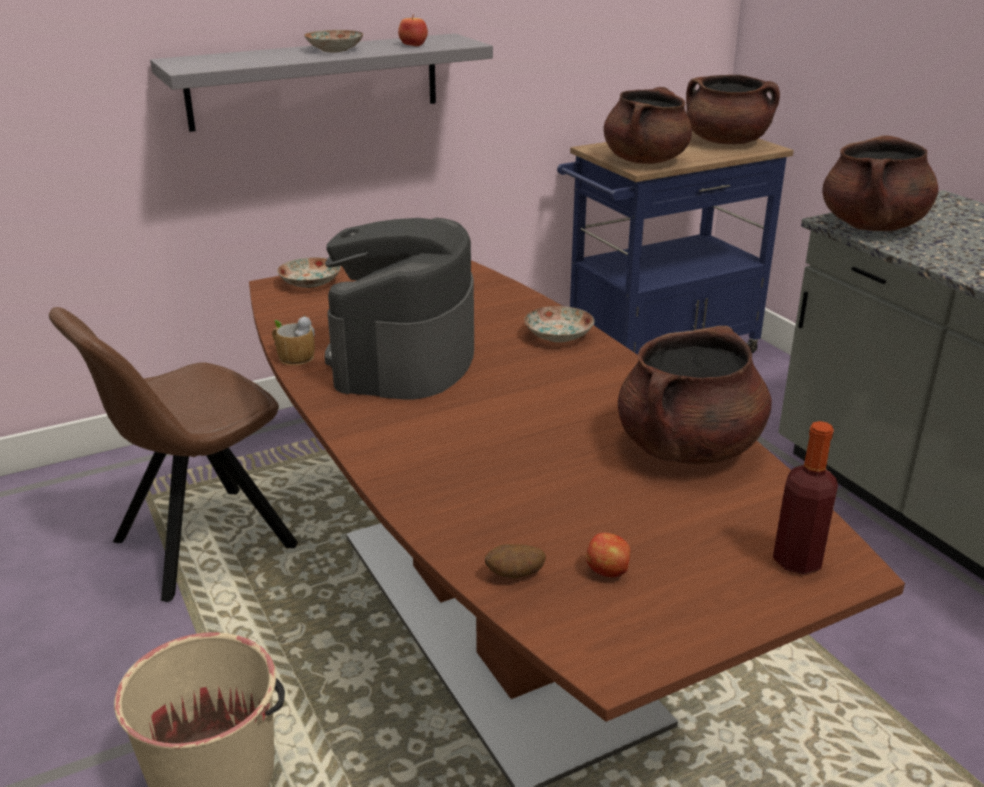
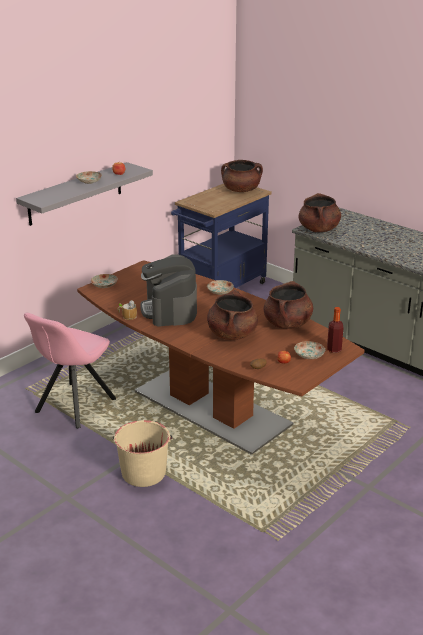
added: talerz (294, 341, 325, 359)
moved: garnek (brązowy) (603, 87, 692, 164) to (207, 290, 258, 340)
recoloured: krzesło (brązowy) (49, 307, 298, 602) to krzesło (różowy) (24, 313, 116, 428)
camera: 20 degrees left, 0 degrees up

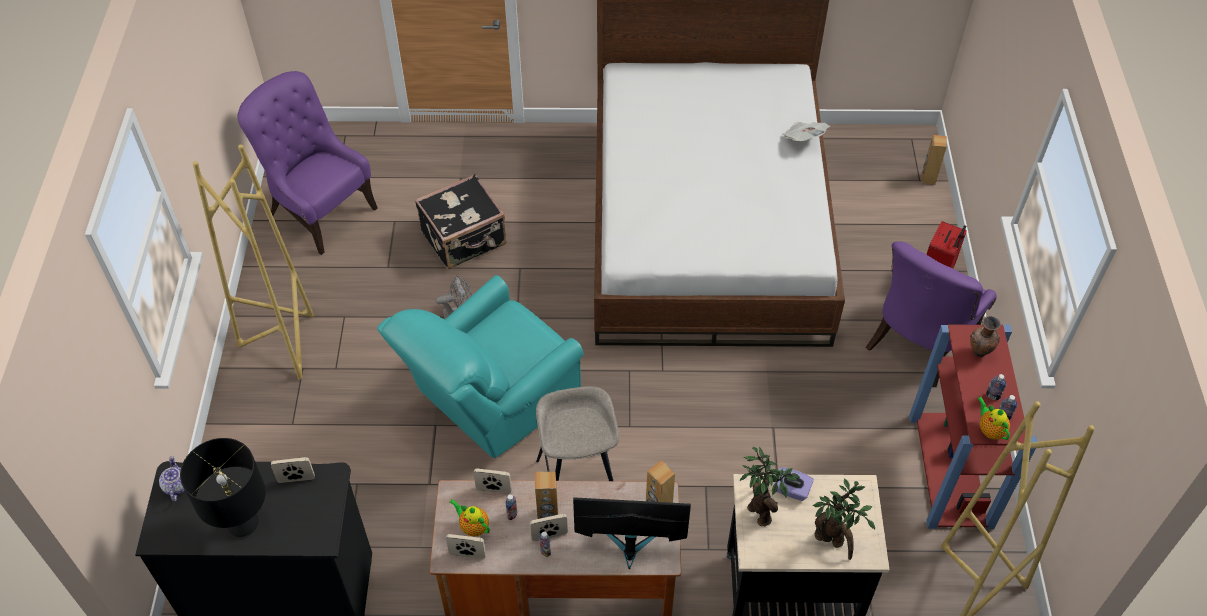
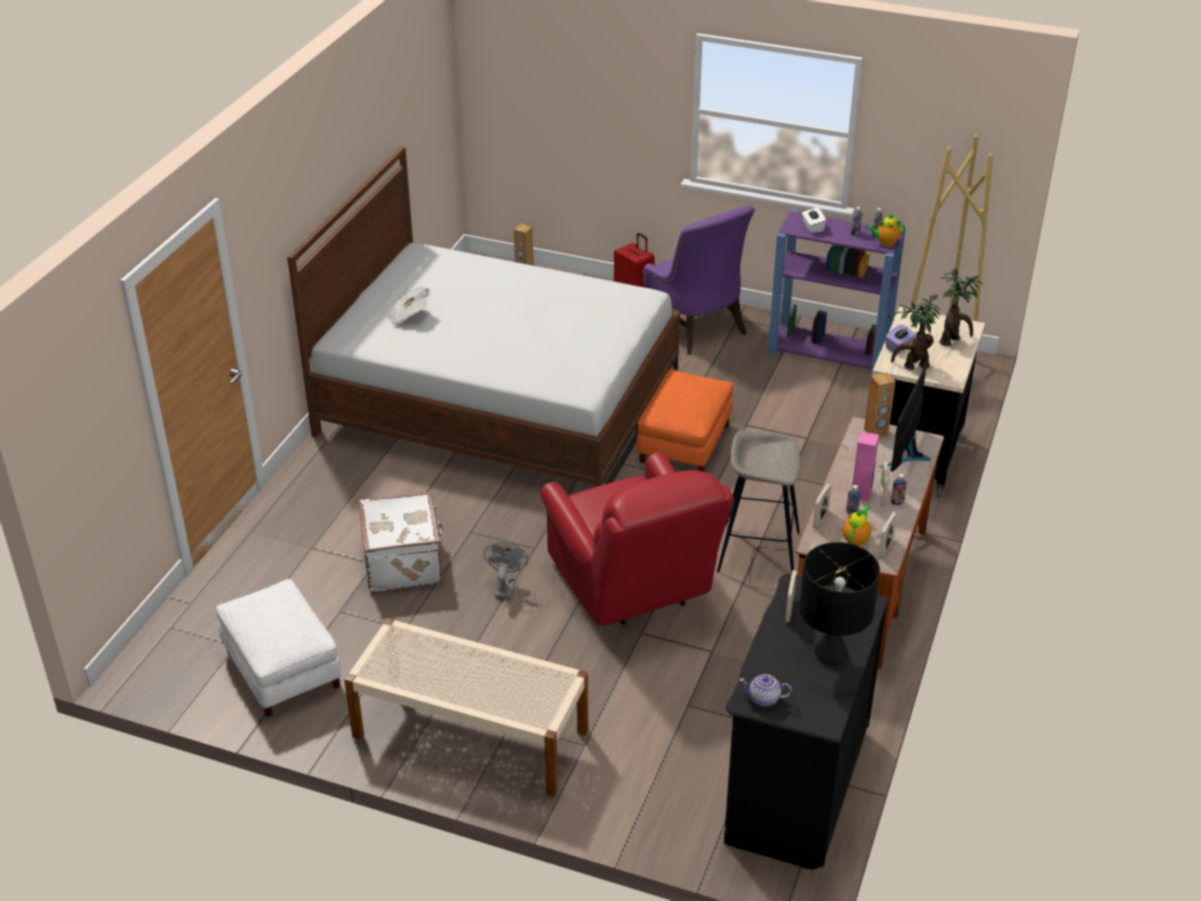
added: pufa (pomarańczowy) (636, 370, 733, 472)
moved: gazeta (782, 122, 830, 141) to (384, 286, 431, 324)
replaced: krzesło (fioletowy) (238, 71, 378, 255) to pufa (biały) (216, 579, 341, 717); wieszak (żółty) (193, 145, 314, 380) to ławka (beżowy) (344, 618, 589, 797); wazon (brązowy) (970, 316, 1001, 357) to pudełko chusteczek (biały) (802, 207, 826, 233)
recoloured: walizka (czarny) (415, 174, 507, 269) to walizka (biały) (359, 492, 444, 592); fotel (turkusowy) (377, 275, 584, 458) to fotel (czerwony) (540, 452, 734, 626); regał (czerwony) (909, 325, 1037, 529) to regał (fioletowy) (768, 208, 905, 375); głośnik (brązowy) (535, 471, 558, 519) to głośnik (różowy) (852, 432, 879, 501)
turned: imbryk (450, 499, 490, 536) = (842, 506, 871, 546) 150 degrees clockwise
camera: 70 degrees left, 15 degrees down

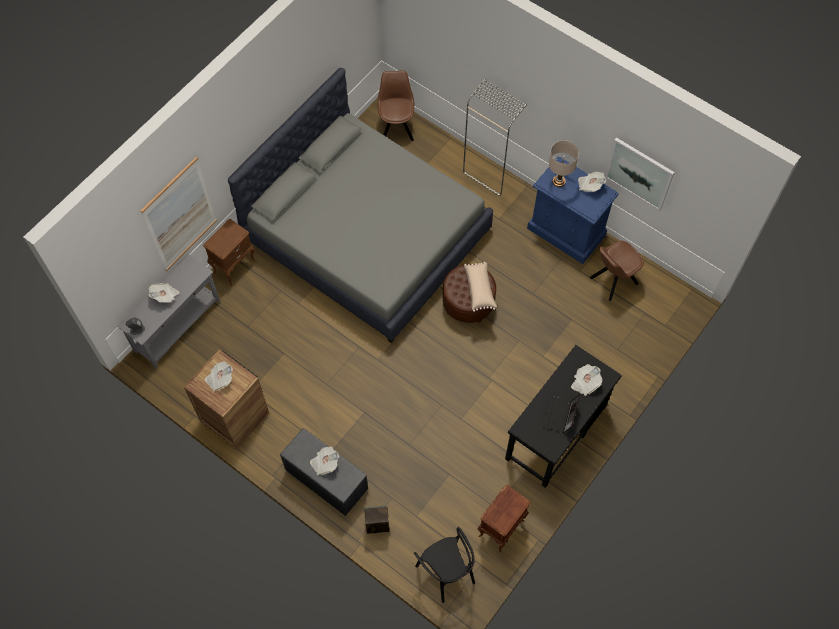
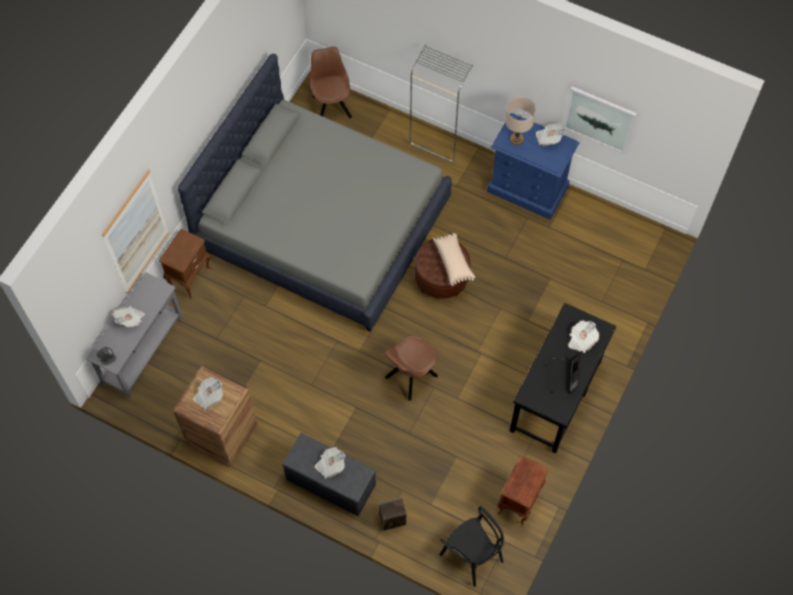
moved: krzesło (brązowy) (590, 241, 644, 301) to (385, 335, 438, 400)
camera: 10 degrees left, 0 degrees up

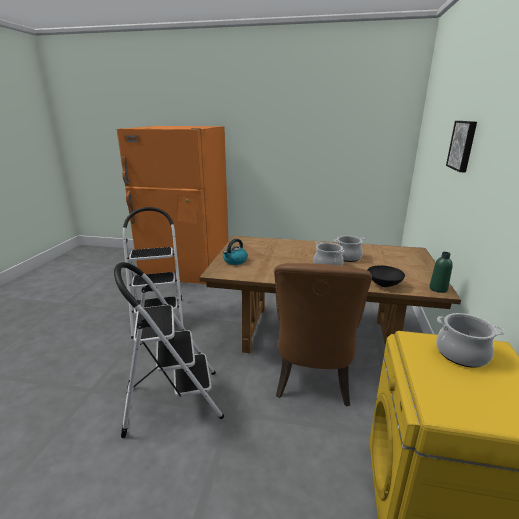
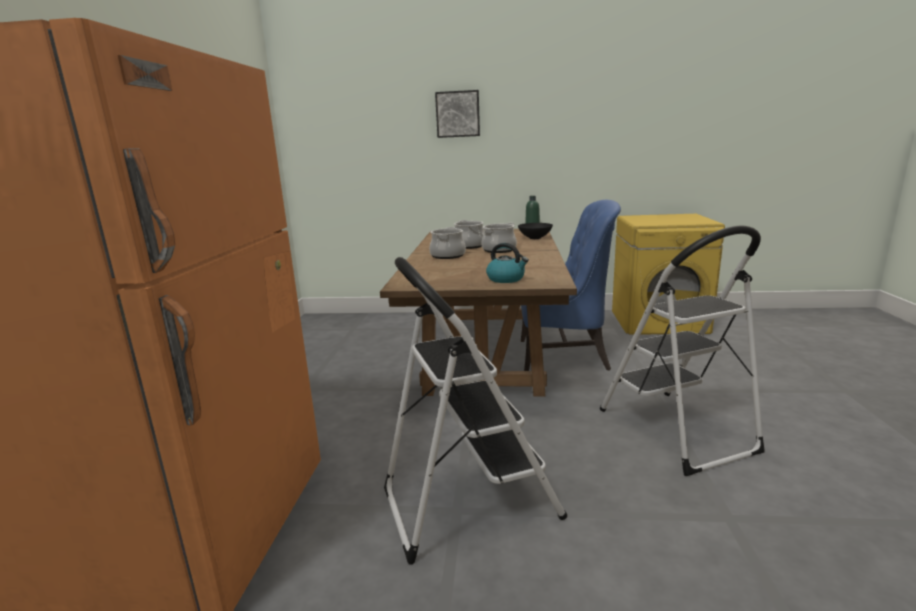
moved: garnek (436, 313, 505, 368) to (429, 227, 466, 259)
recoloured: krzesło (brązowy) (274, 263, 372, 407) to krzesło (niebieski) (521, 200, 621, 371)
camera: 95 degrees left, 5 degrees down

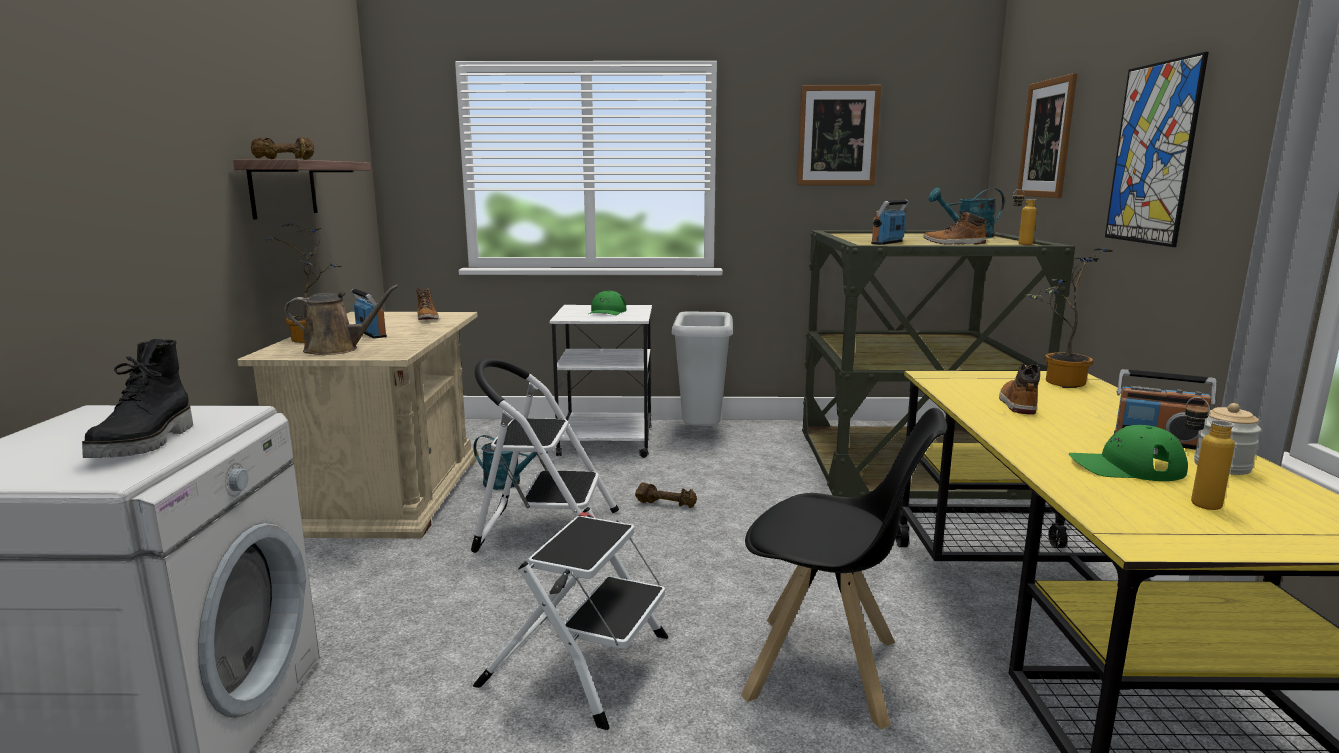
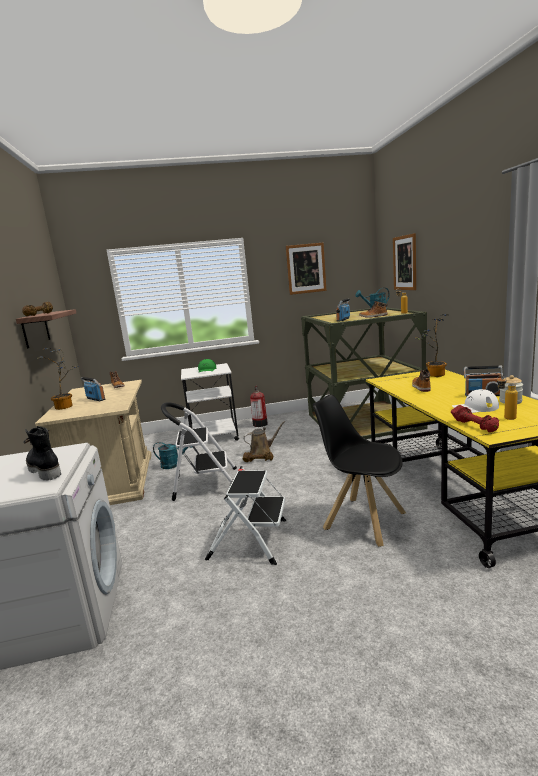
removed: obraz (1105, 52, 1209, 247)
added: hantel (czerwony) (451, 405, 499, 433)
moved: konewka (brązowy) (284, 285, 399, 355) to (243, 421, 285, 455)
replaced: kosz na śmieci (szary) (672, 312, 733, 426) to gaśnica (250, 386, 268, 427)
recoloured: czapka z daszkiem (zielony) (1069, 425, 1188, 481) to czapka z daszkiem (biały) (452, 389, 499, 413)
turned: but z cholewką (czarny) (82, 339, 193, 458) = (23, 426, 61, 481) 150 degrees clockwise; krzesło (czarny) (741, 408, 947, 729) = (313, 395, 406, 547) 150 degrees counterclockwise
camera: 10 degrees left, 0 degrees up

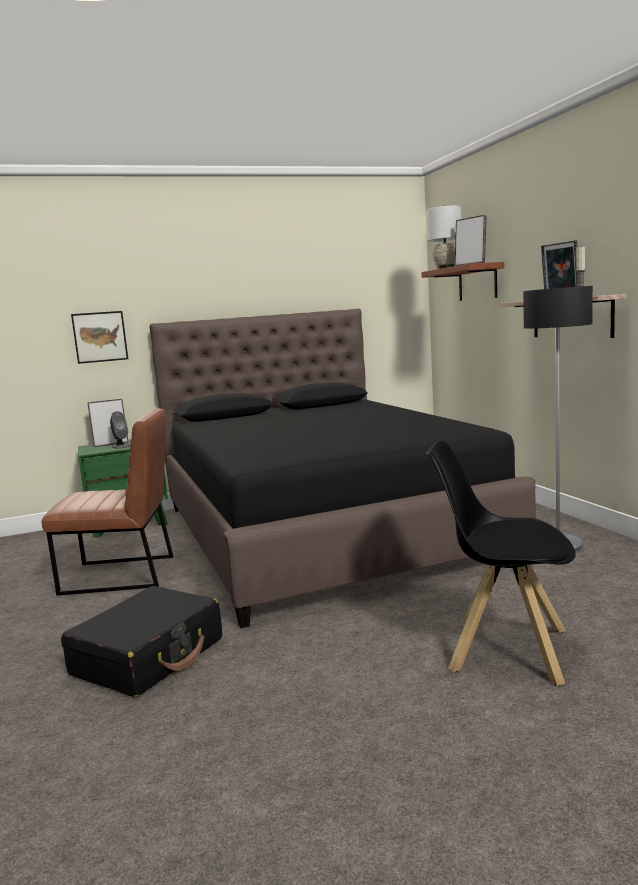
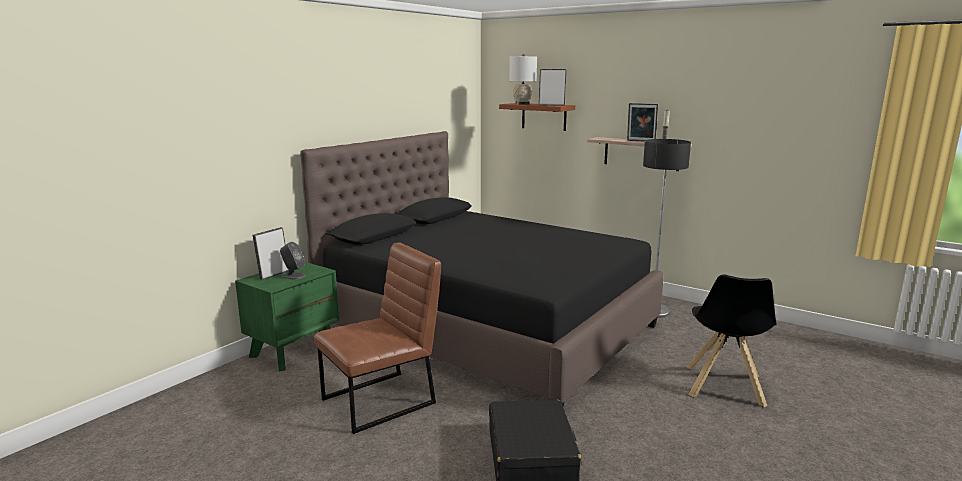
removed: obraz (71, 311, 128, 364)
turned: krzesło (czarny) (426, 441, 576, 686) = (687, 274, 777, 407) 60 degrees counterclockwise
camera: 35 degrees left, 5 degrees up

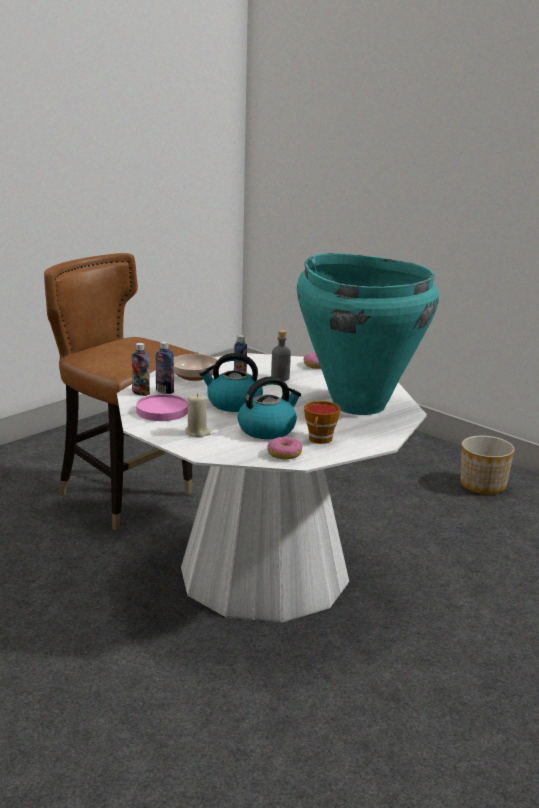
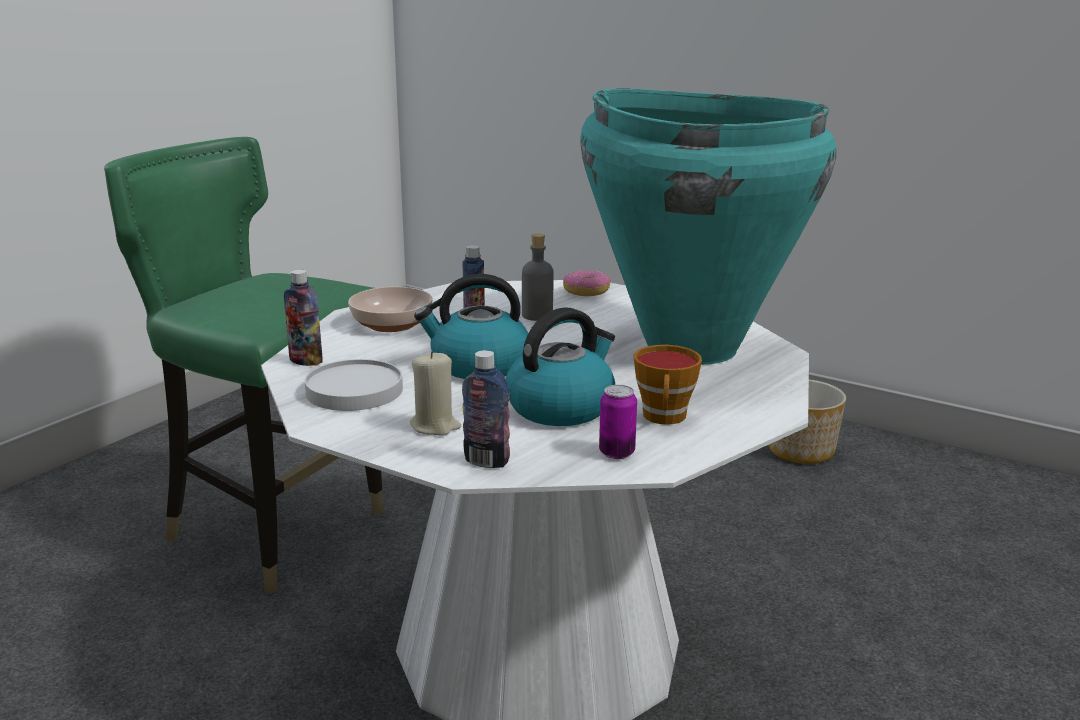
moved: butelka (156, 341, 174, 394) to (462, 350, 510, 468)
replaced: donut (268, 437, 302, 459) to puszka (599, 385, 637, 459)
recoloured: krzesło (brązowy) (44, 253, 198, 530) to krzesło (zielony) (104, 137, 384, 594); talerz (różowy) (136, 394, 188, 421) to talerz (biały) (305, 359, 403, 411)
camera: 10 degrees left, 0 degrees up

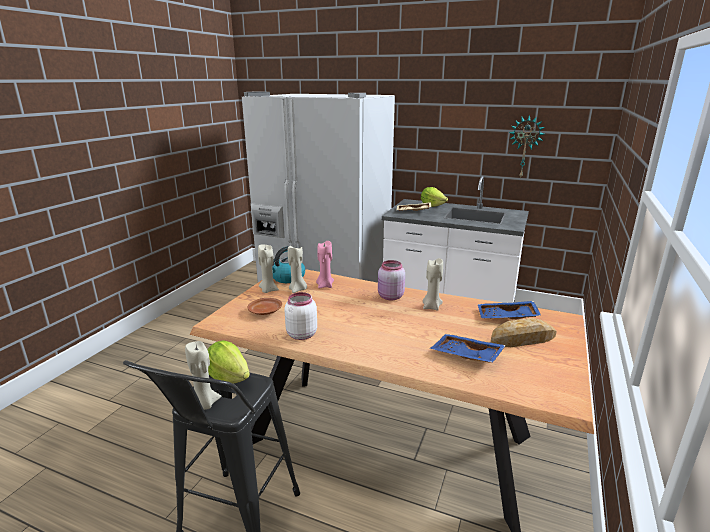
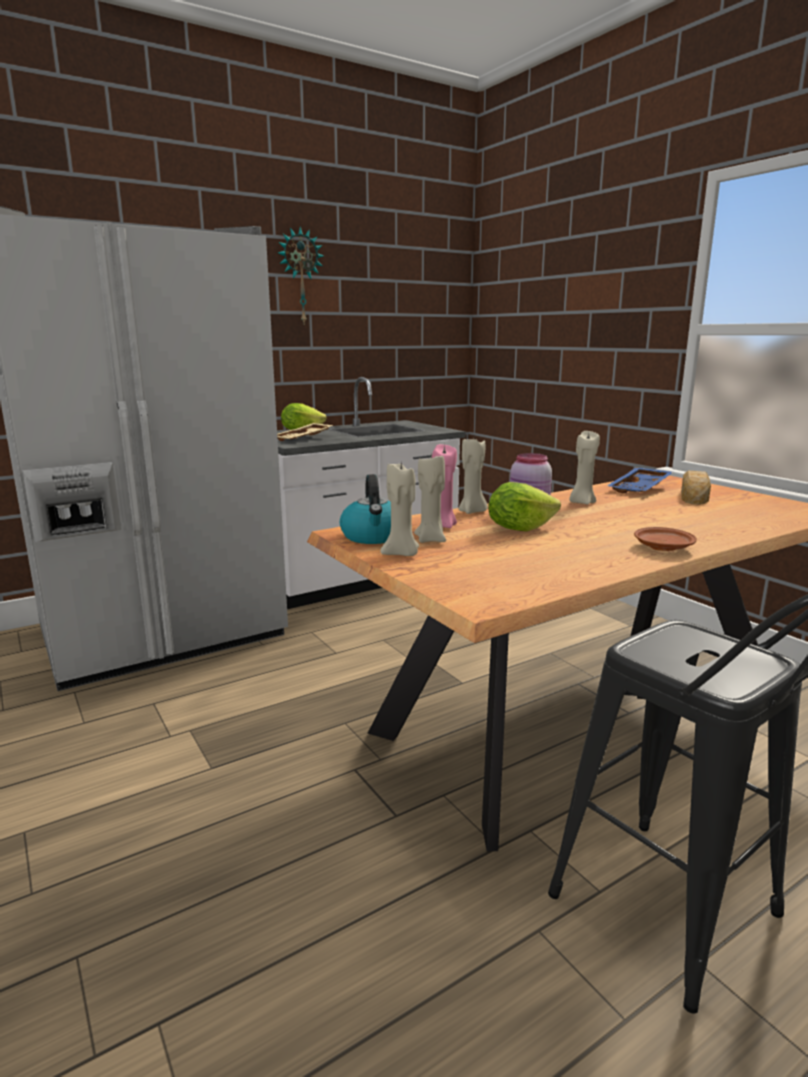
removed: słoik (biały) (284, 292, 317, 340); taca (niebieski) (430, 334, 506, 363)
moved: zegar ścienny (509, 115, 545, 177) to (278, 226, 323, 323); świeca (beżowy) (185, 341, 221, 410) to (458, 439, 488, 514); sałata (207, 340, 250, 384) to (488, 482, 561, 532); talerz (brązowy) (247, 298, 282, 315) to (634, 527, 697, 551)
camera: 55 degrees left, 5 degrees down

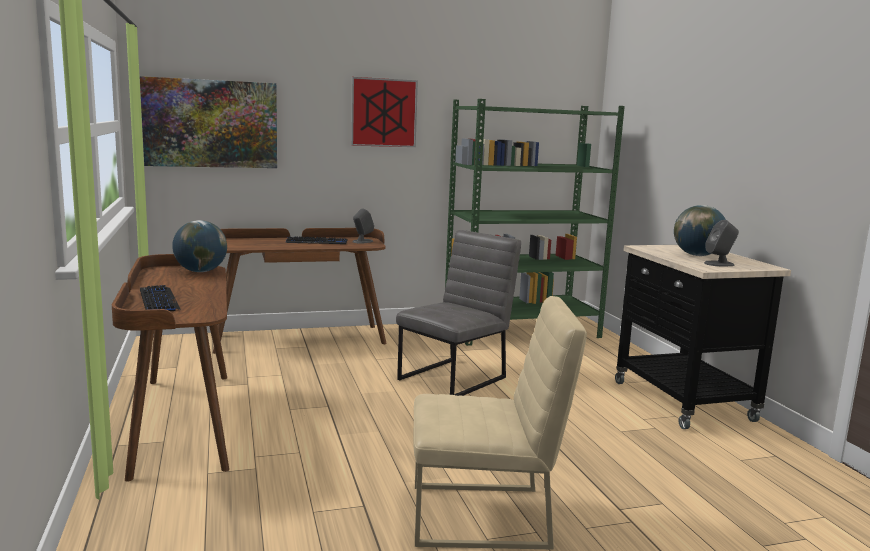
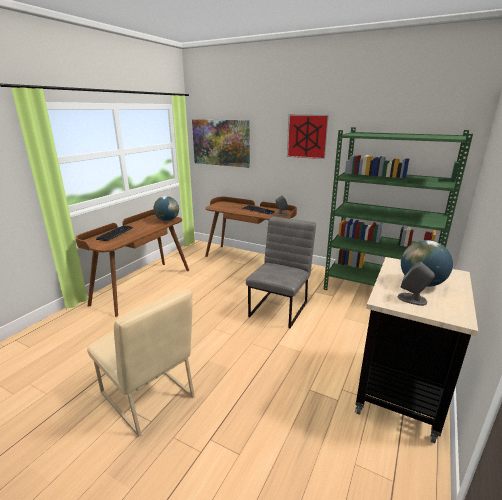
turned: krzesło (szary) (396, 230, 521, 396) = (246, 216, 316, 328) 60 degrees counterclockwise
camera: 45 degrees right, 10 degrees up

